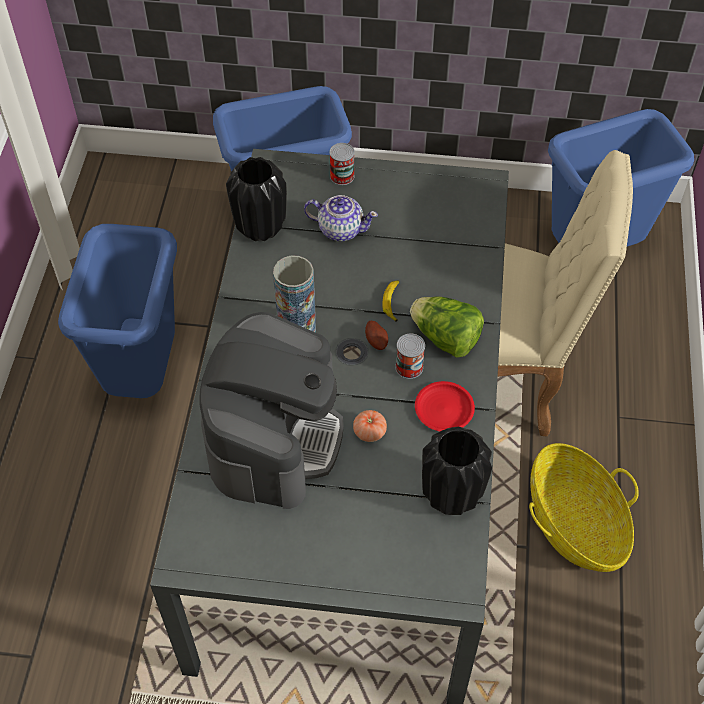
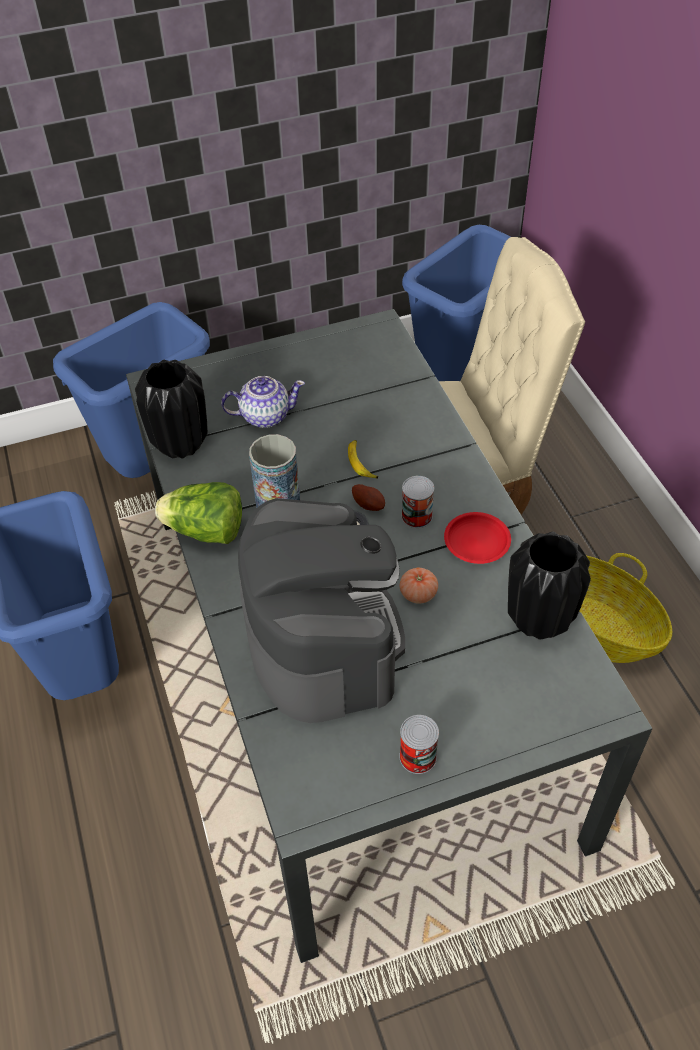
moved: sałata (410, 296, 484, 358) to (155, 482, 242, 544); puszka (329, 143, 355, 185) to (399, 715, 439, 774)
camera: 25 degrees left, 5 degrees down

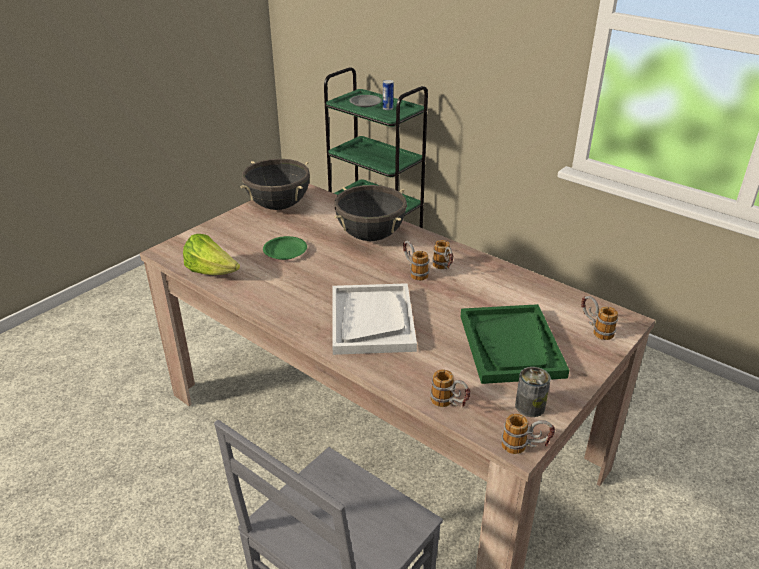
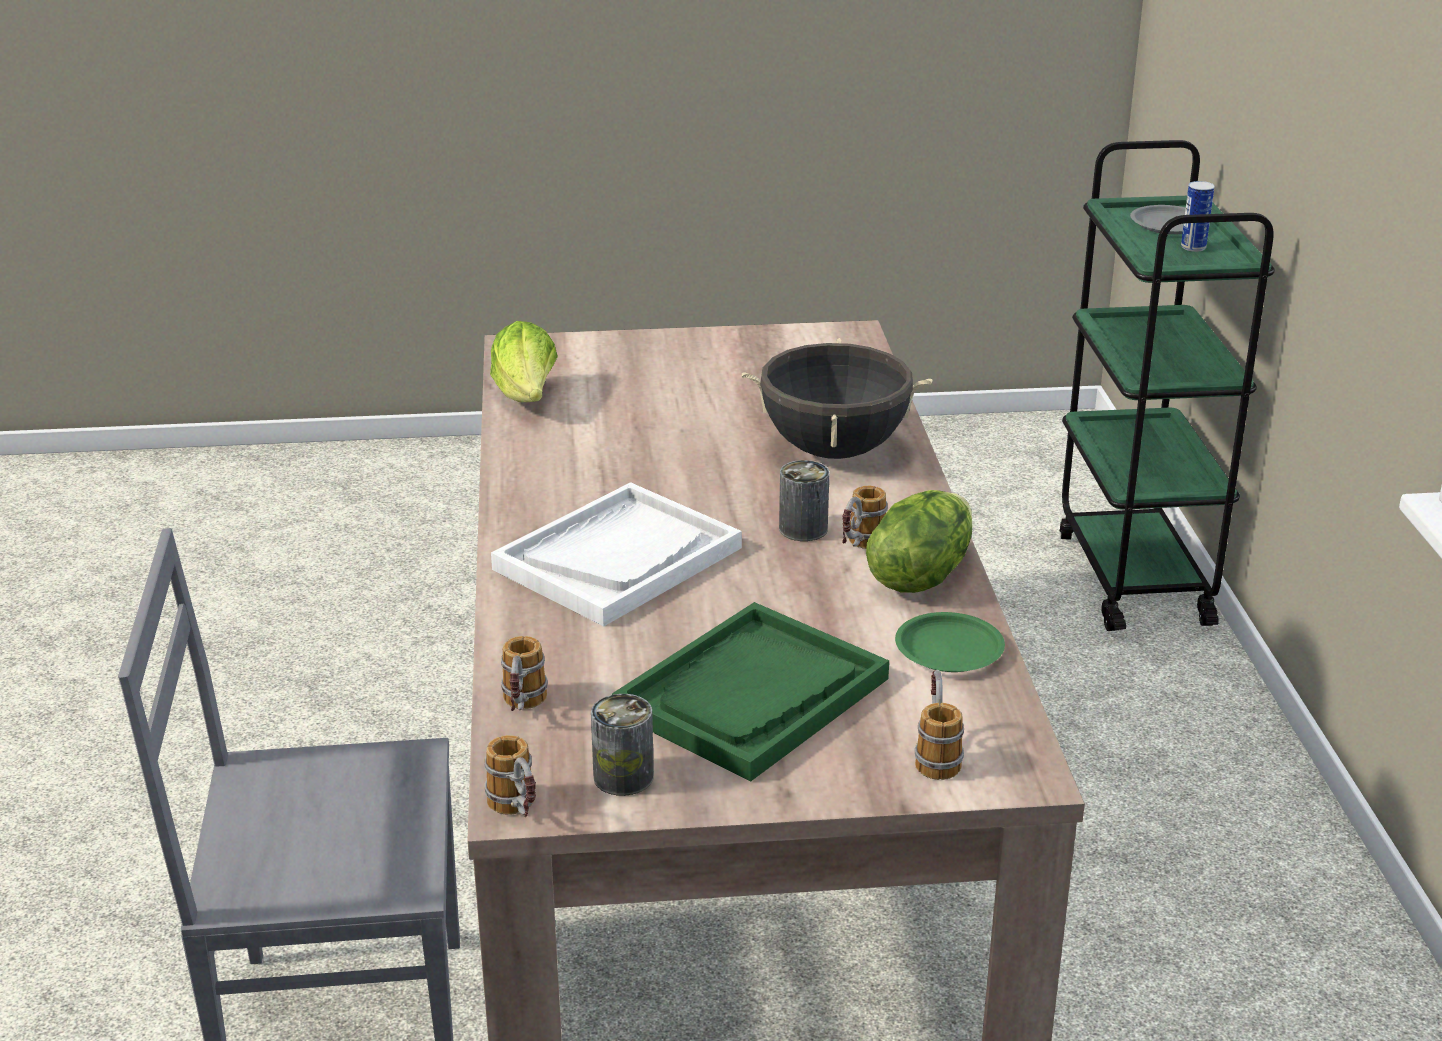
removed: garnek (czarny) (241, 159, 310, 210)
added: sałata (866, 490, 972, 593)
moved: talerz (zielony) (263, 236, 307, 260) to (895, 612, 1005, 672)
replaced: kubek (403, 241, 429, 281) to puszka (779, 460, 829, 541)
camera: 45 degrees right, 5 degrees down

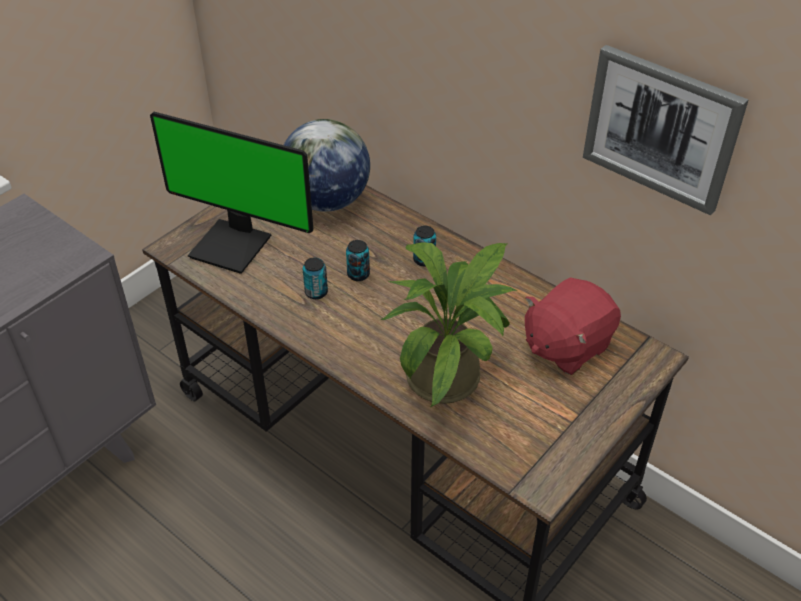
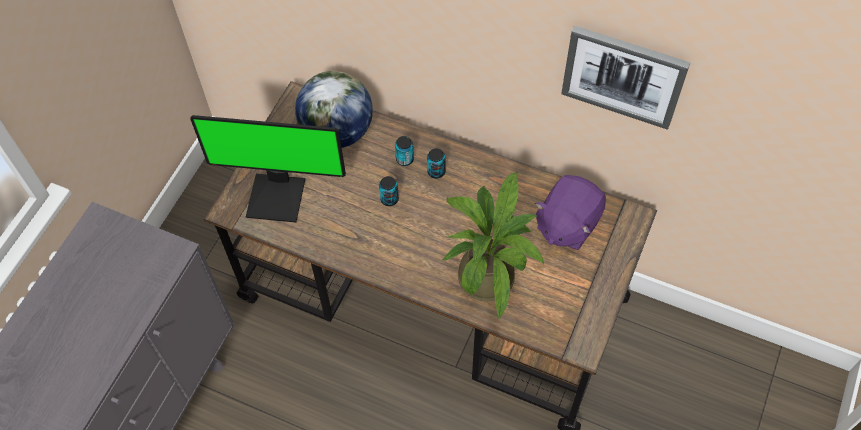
moved: puszka (303, 257, 328, 299) to (395, 136, 414, 166)
recoloured: pluszak (czerwony) (525, 277, 621, 375) to pluszak (fioletowy) (535, 175, 606, 250)
camera: 15 degrees left, 15 degrees up

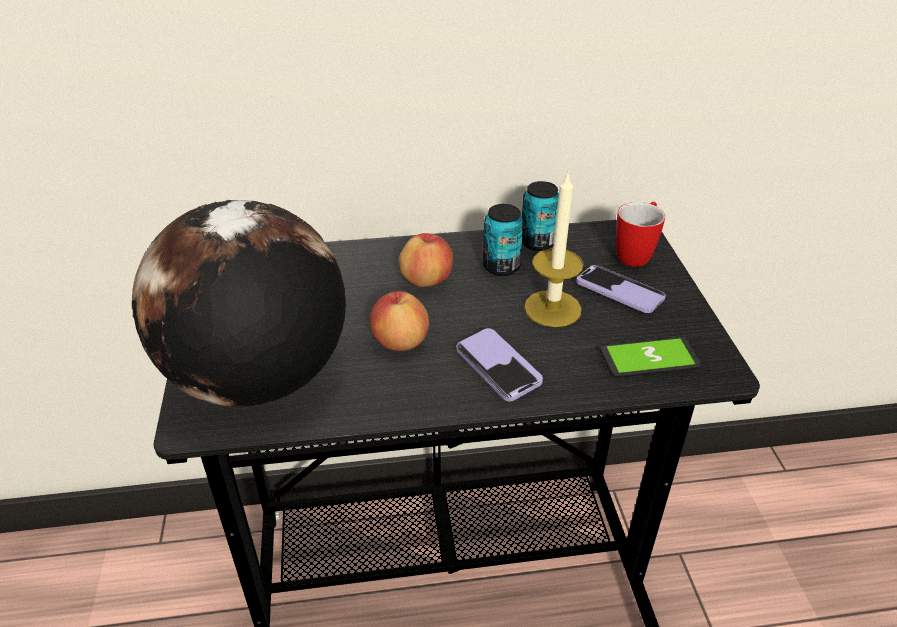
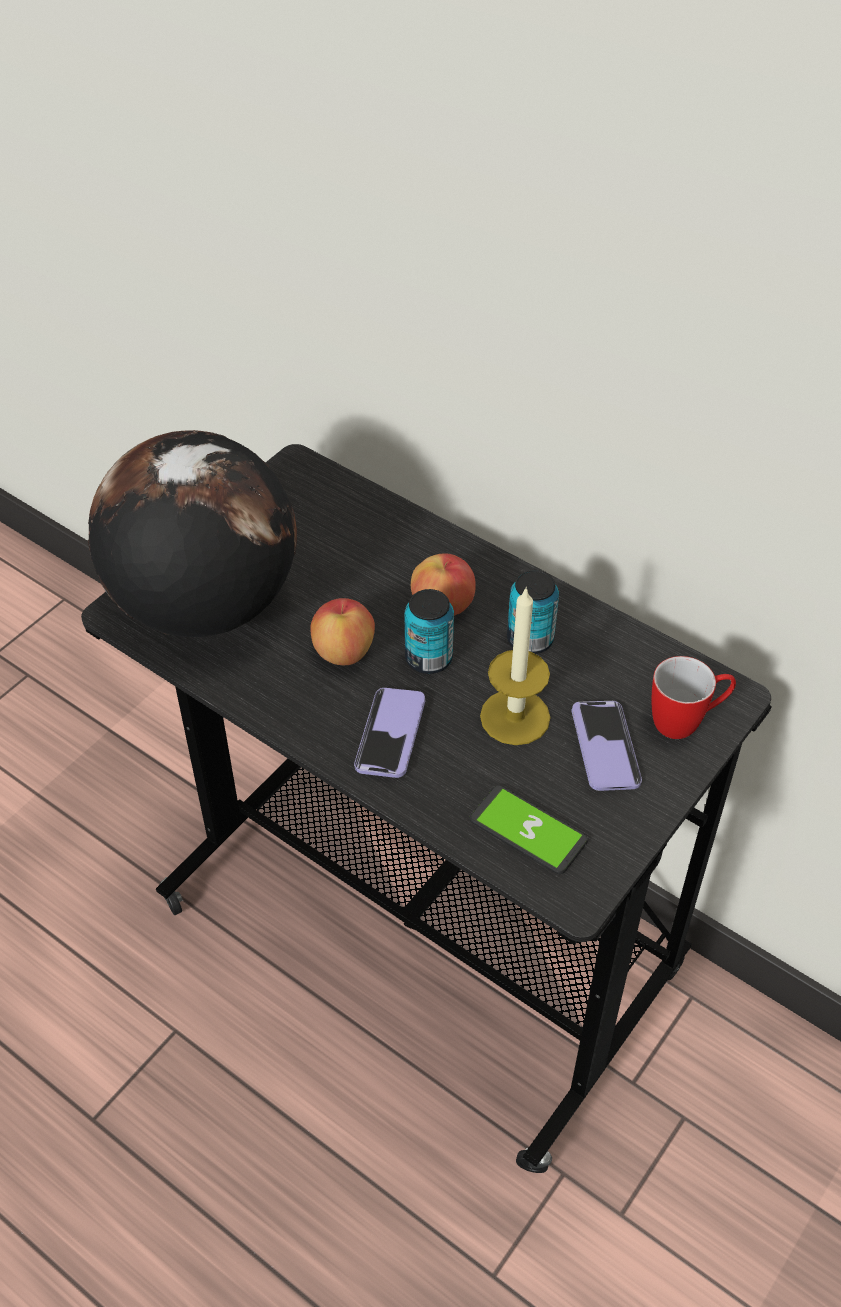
moved: puszka (522, 181, 559, 251) to (405, 589, 454, 674)
camera: 45 degrees right, 10 degrees up

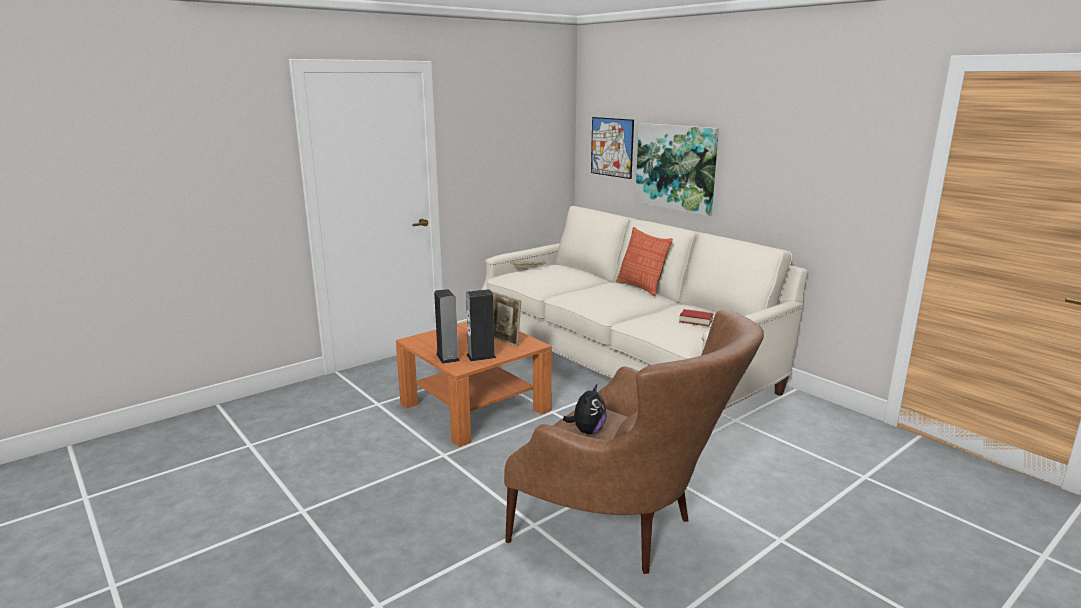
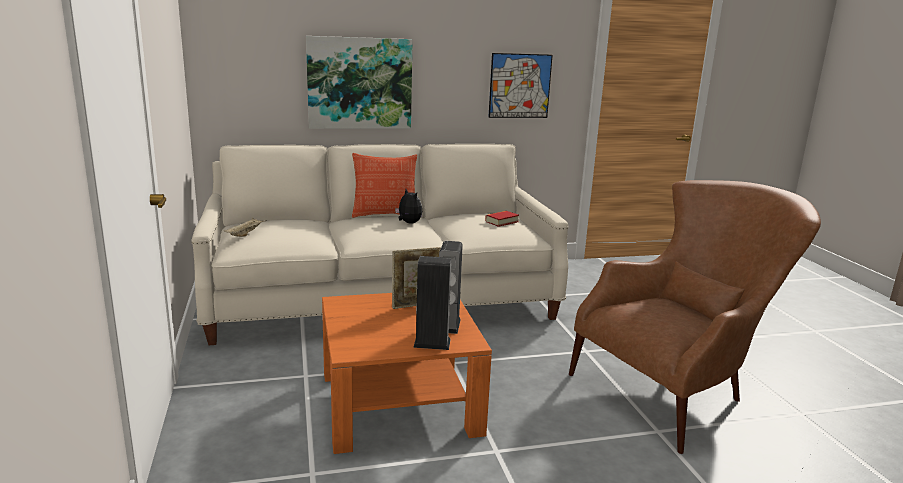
moved: pluszak (563, 383, 607, 434) to (395, 189, 422, 224); obraz (591, 117, 634, 179) to (489, 53, 553, 118)
camera: 65 degrees left, 0 degrees up

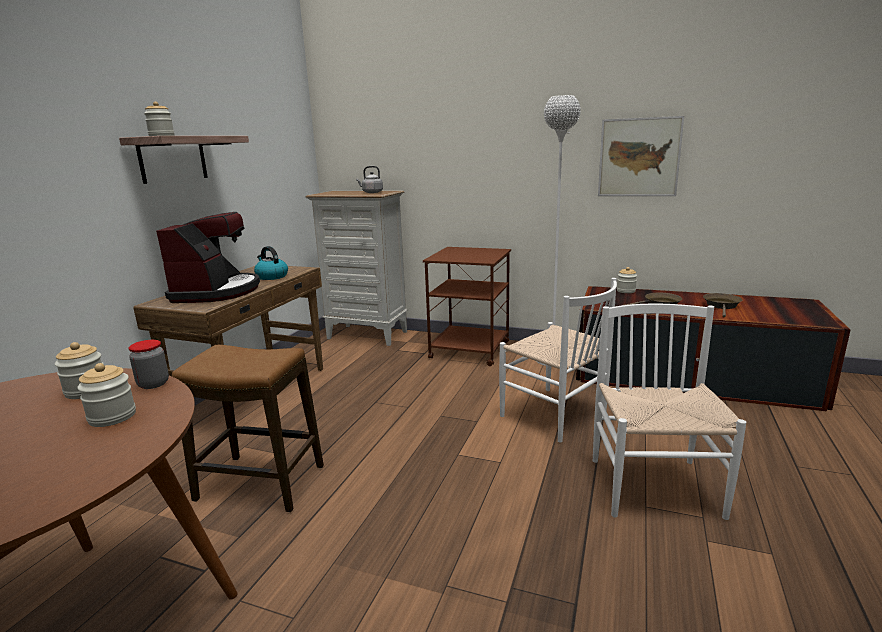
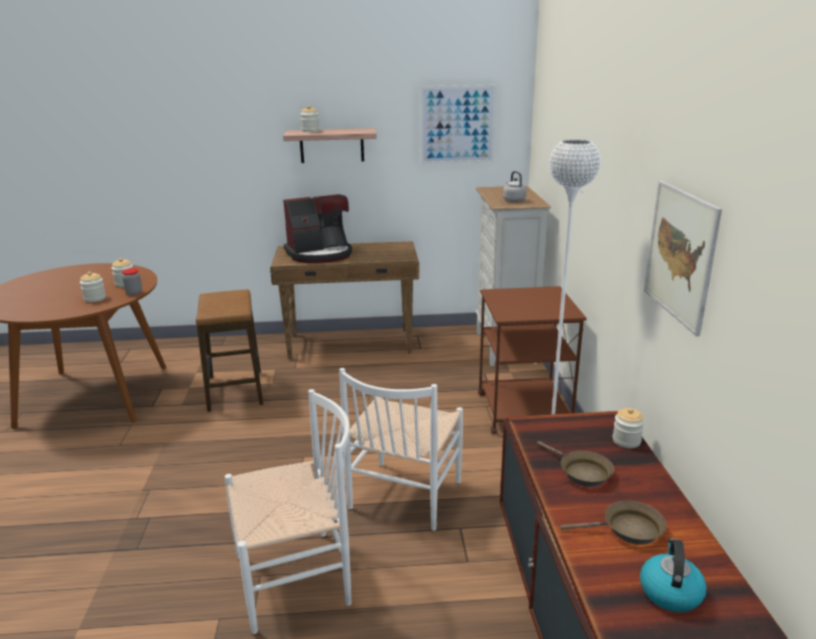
added: obraz (420, 85, 497, 164)
moved: czajnik (254, 246, 288, 280) to (640, 538, 707, 612)
camera: 65 degrees right, 5 degrees up

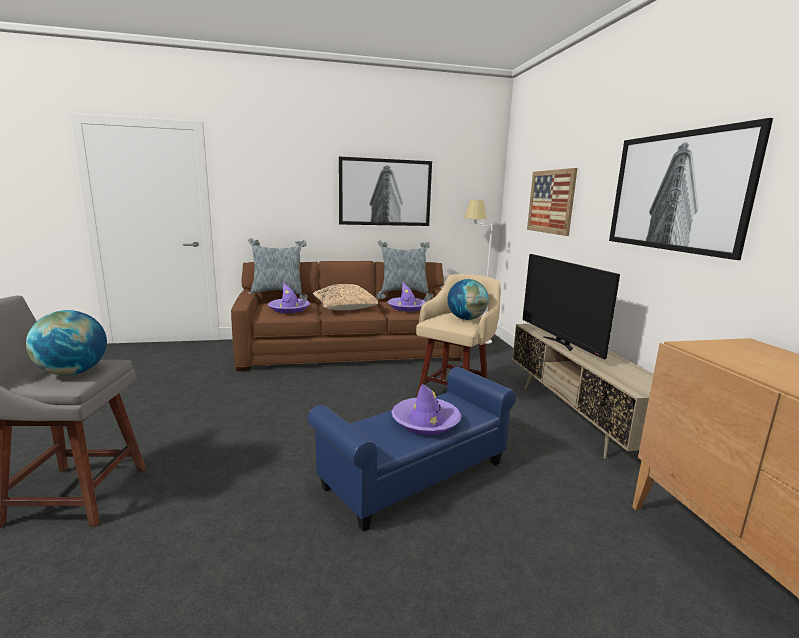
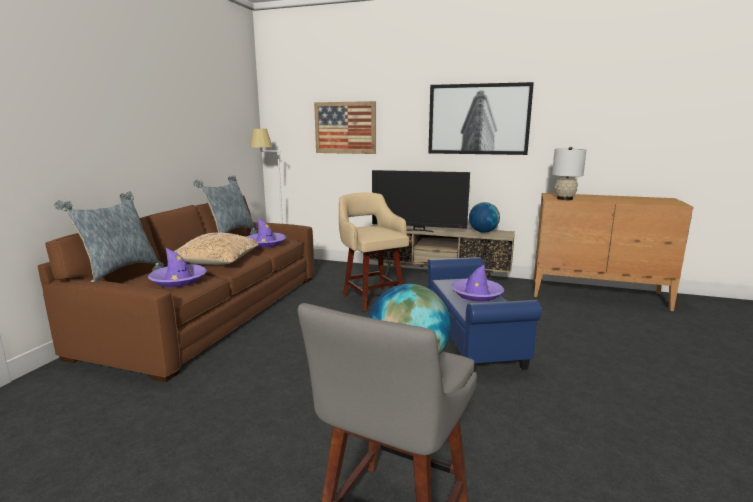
removed: obraz (339, 157, 432, 226)
added: lampa stołowa (biały) (552, 147, 586, 200)
moved: globus (447, 279, 489, 320) to (469, 202, 500, 233)
camera: 60 degrees left, 0 degrees up

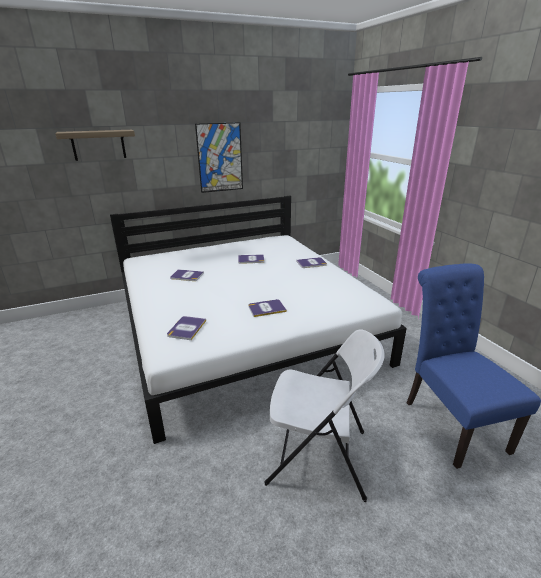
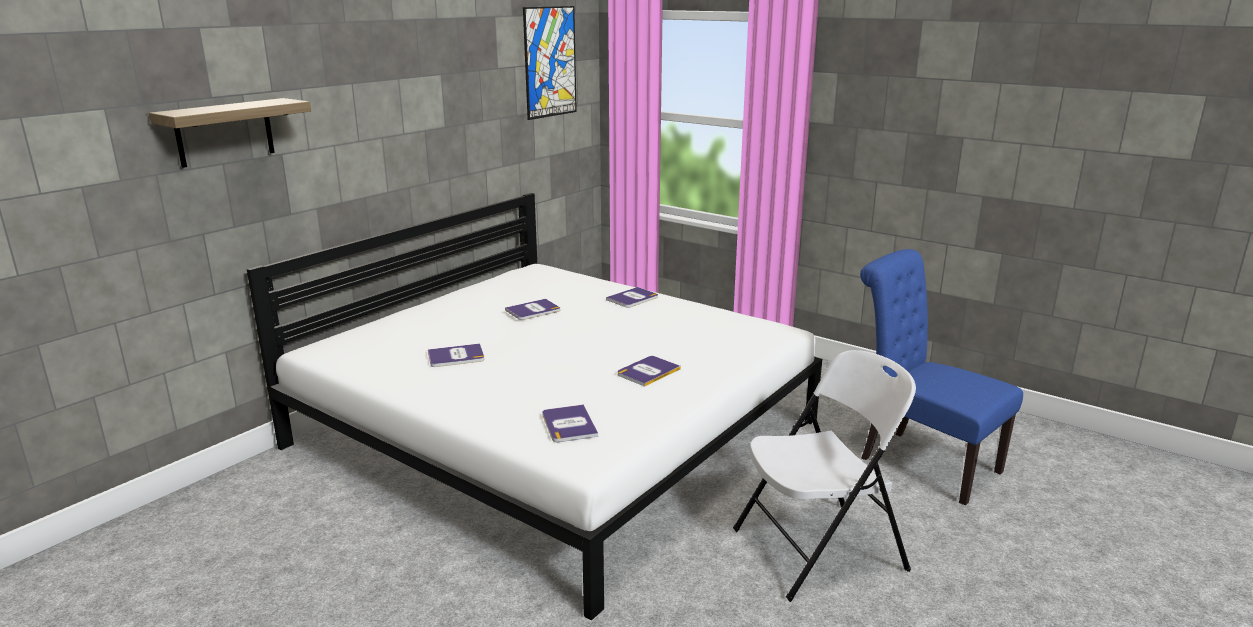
moved: obraz (195, 122, 243, 193) to (523, 6, 577, 120)
camera: 30 degrees left, 5 degrees down

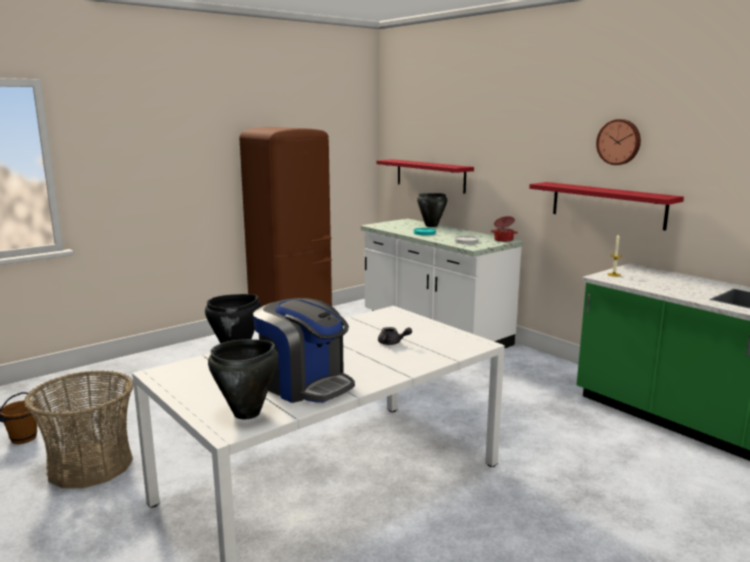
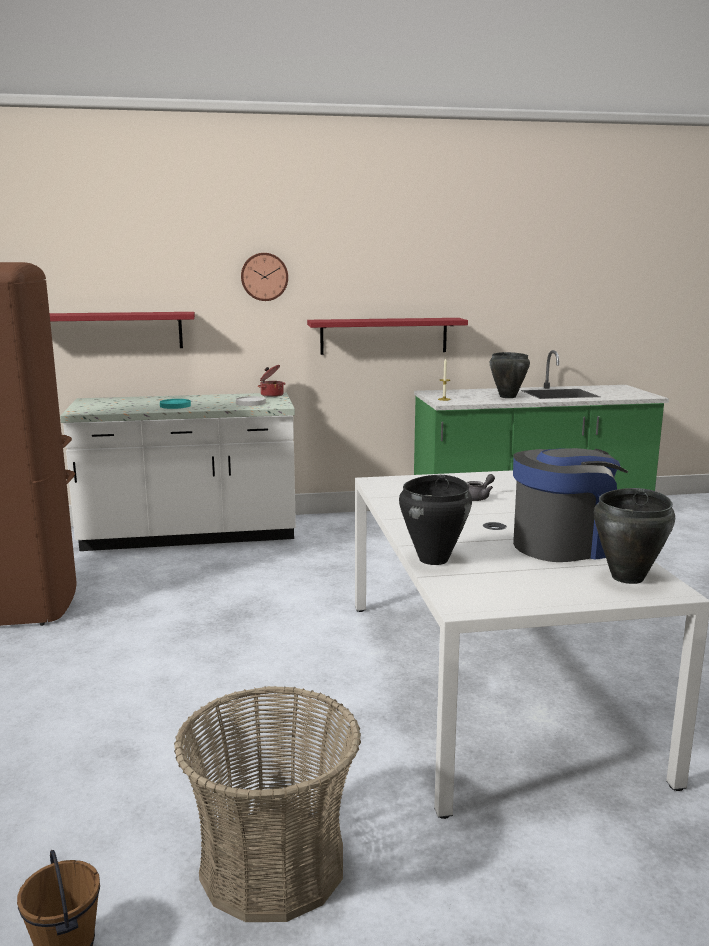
moved: zegar ścienny (596, 119, 641, 165) to (241, 253, 288, 301); garnek (czarny) (417, 193, 447, 227) to (490, 352, 530, 398)
camera: 60 degrees left, 0 degrees up

